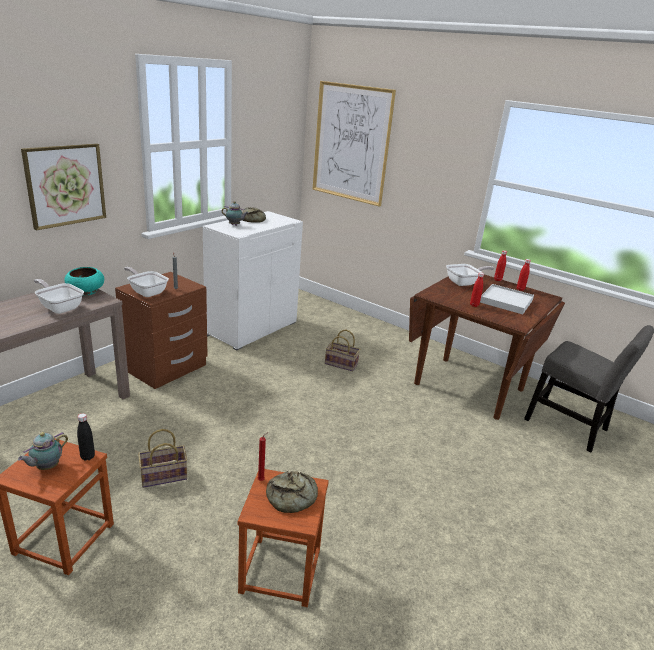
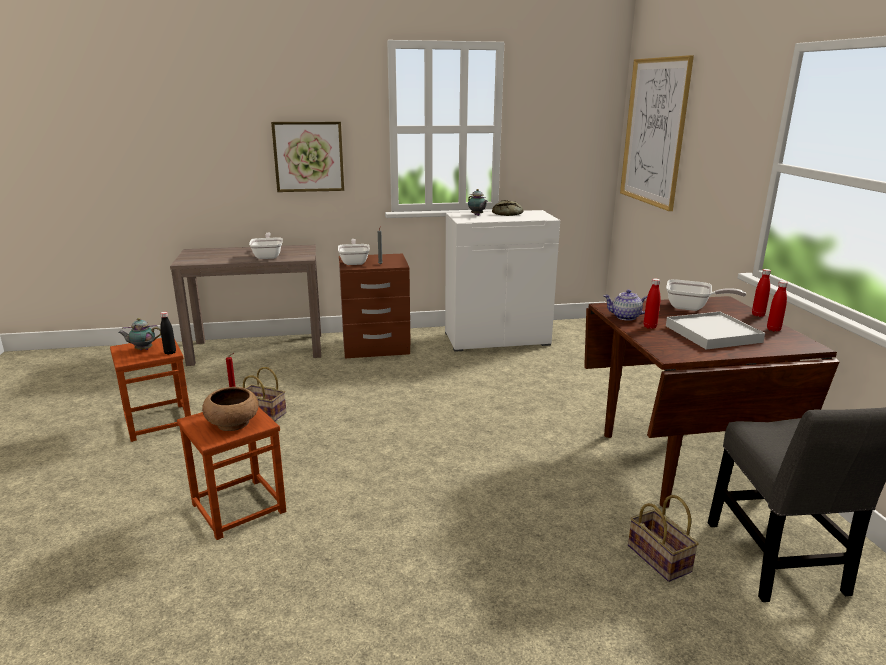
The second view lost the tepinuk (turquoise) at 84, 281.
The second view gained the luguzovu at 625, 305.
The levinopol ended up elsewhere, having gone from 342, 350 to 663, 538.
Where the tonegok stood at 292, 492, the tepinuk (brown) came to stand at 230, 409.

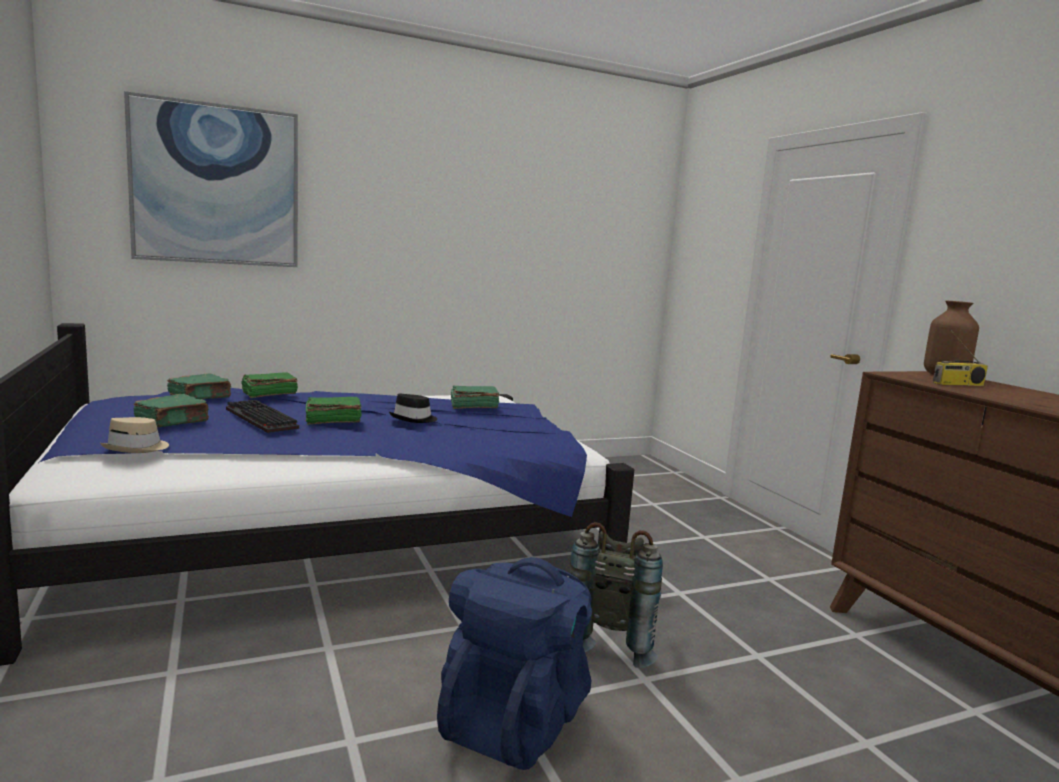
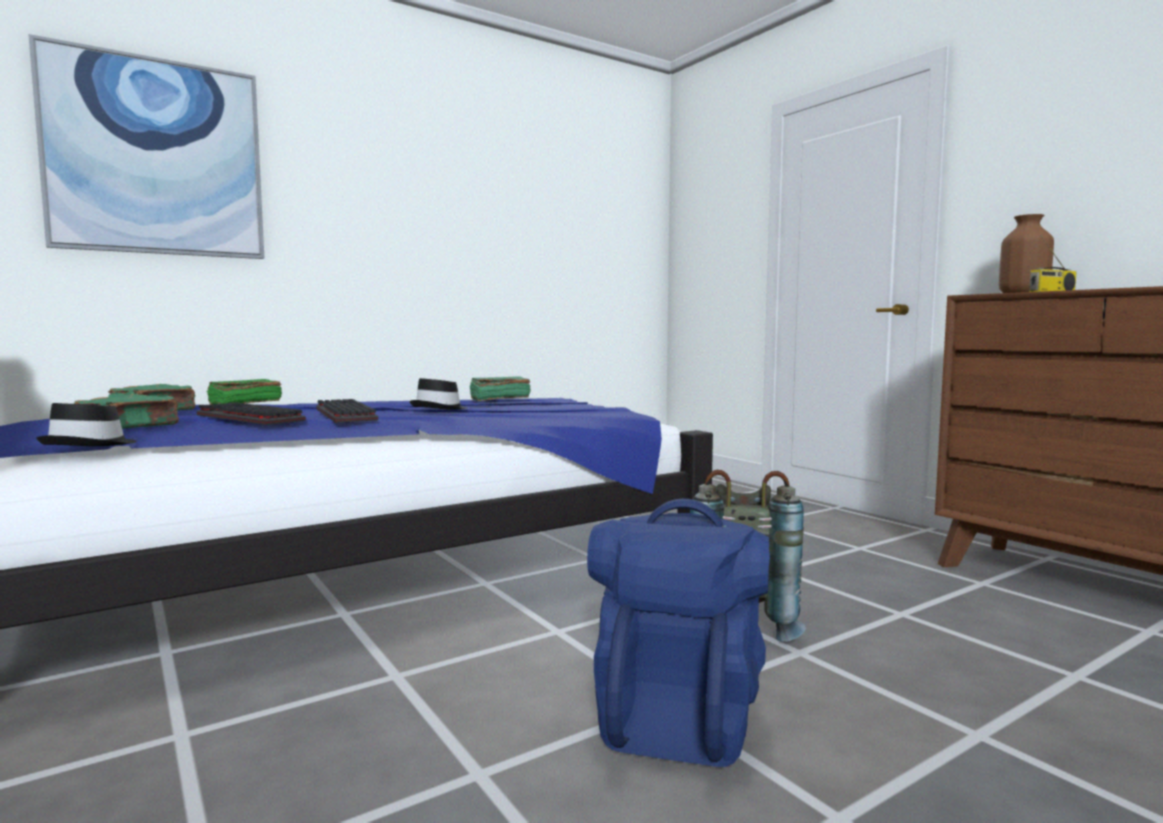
Where the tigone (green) stood at 333, 411, the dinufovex came to stand at 347, 411.
What was the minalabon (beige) at 134, 435 turned into the minalabon (black) at 86, 424.

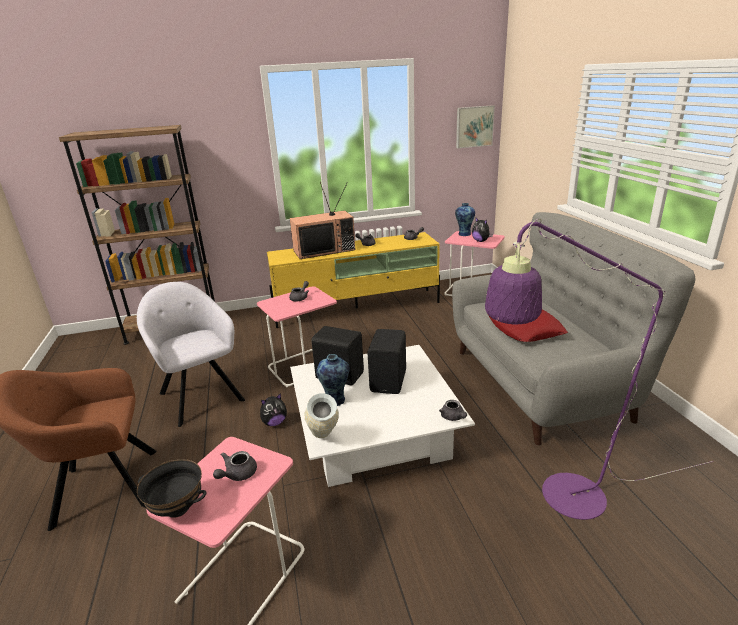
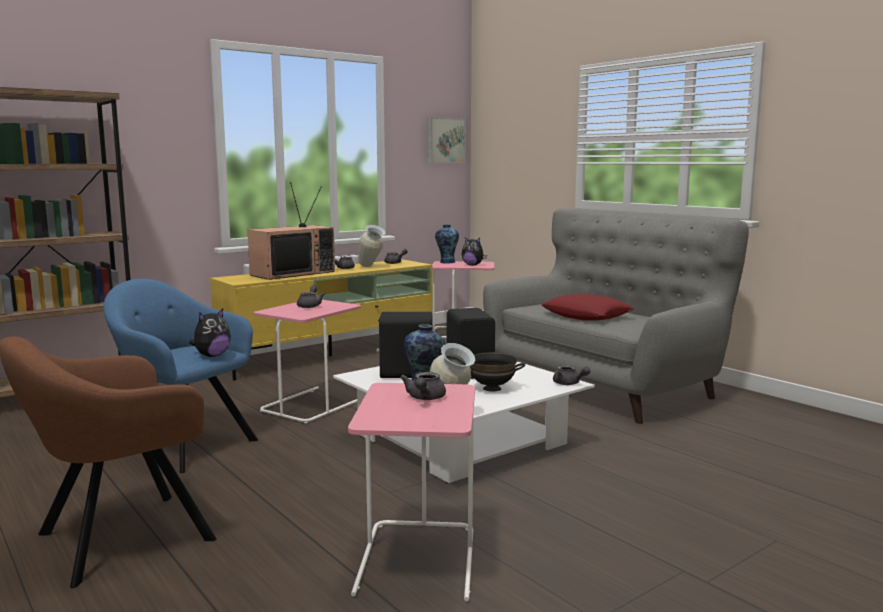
The second view lost the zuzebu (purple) at 599, 369.
The second view gained the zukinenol at 372, 246.
The tepinuk (black) ended up elsewhere, having gone from 172, 488 to 497, 372.
The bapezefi ended up elsewhere, having gone from 273, 409 to 210, 332.
What was the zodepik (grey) at 191, 354 turned into the zodepik (blue) at 180, 376.

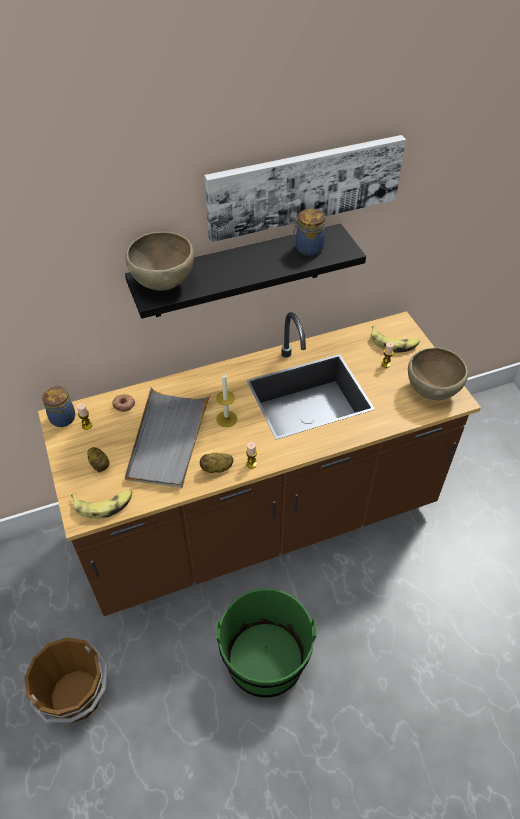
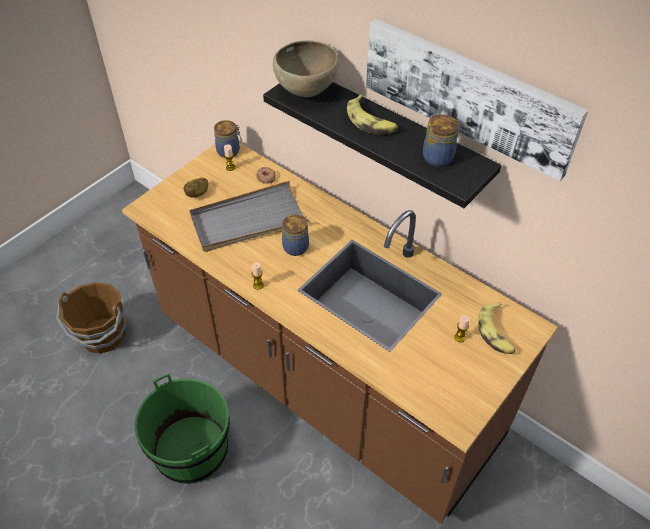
The second view lost the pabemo at 216, 463.
The second view lost the tepinuk (brown) at 438, 373.
The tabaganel ended up elsewhere, having gone from 101, 504 to 372, 114.
Where the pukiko stood at 226, 400, the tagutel came to stand at 295, 235.

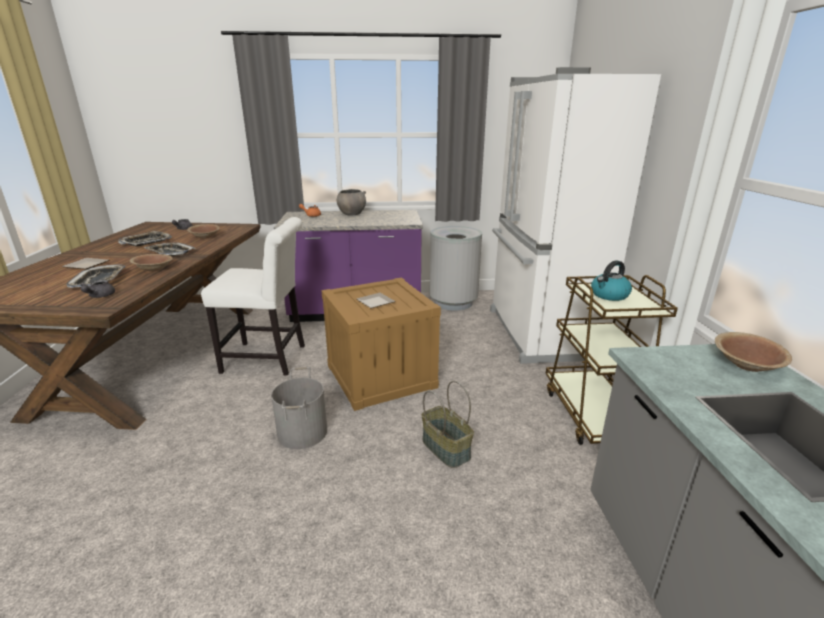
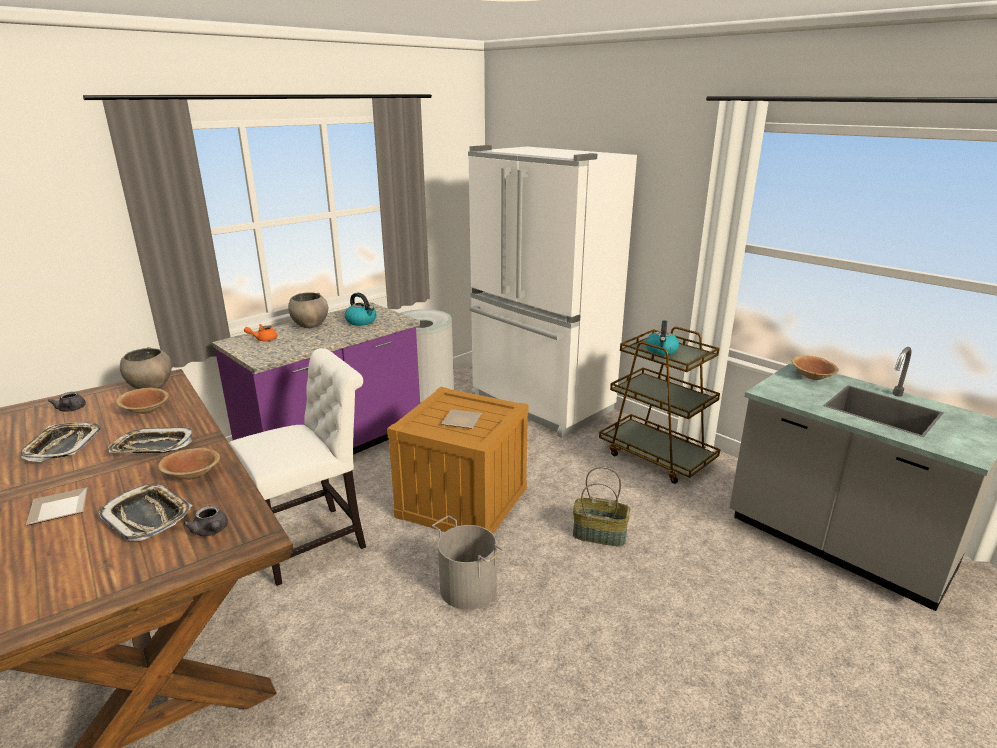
The second view gained the tepinuk (grey) at 146, 368.
The second view gained the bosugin at 360, 309.

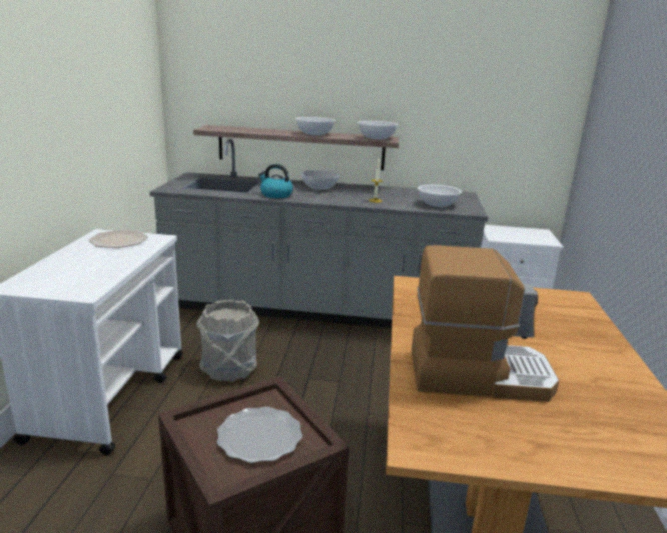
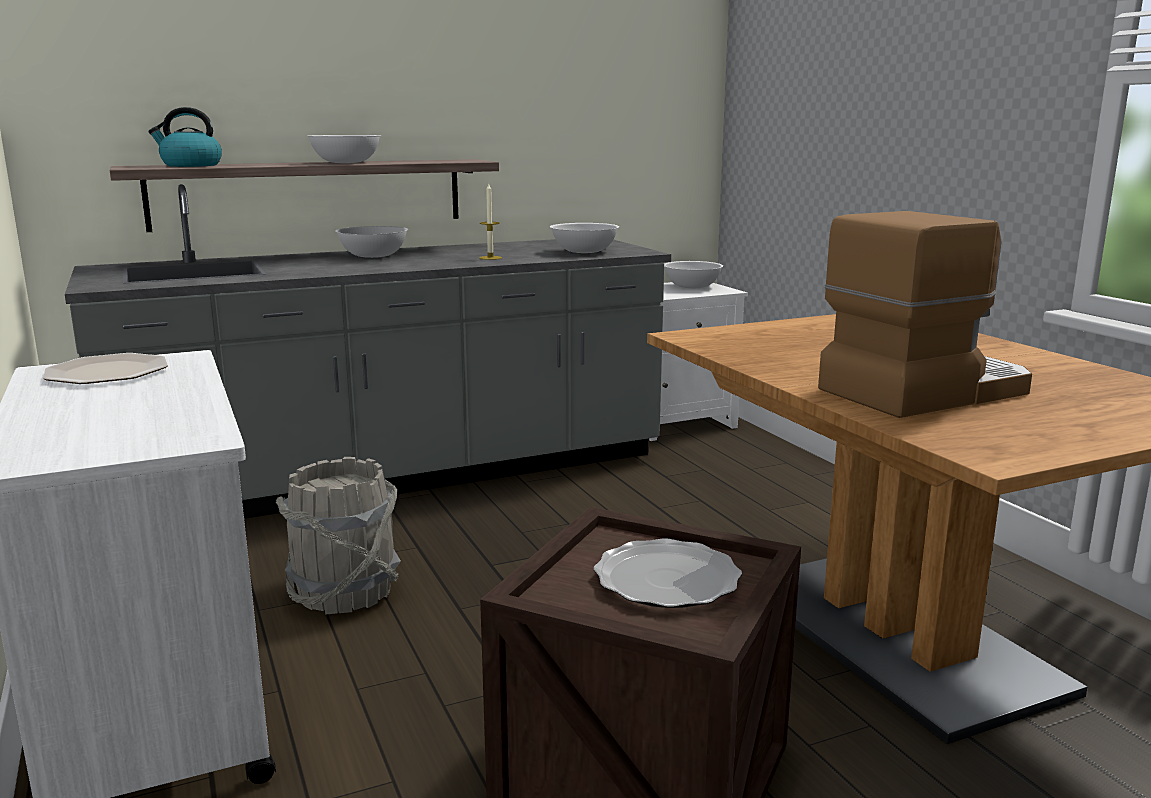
The bosugin ended up elsewhere, having gone from 275, 181 to 185, 137.
The tepinuk (white) ended up elsewhere, having gone from 378, 130 to 693, 274.

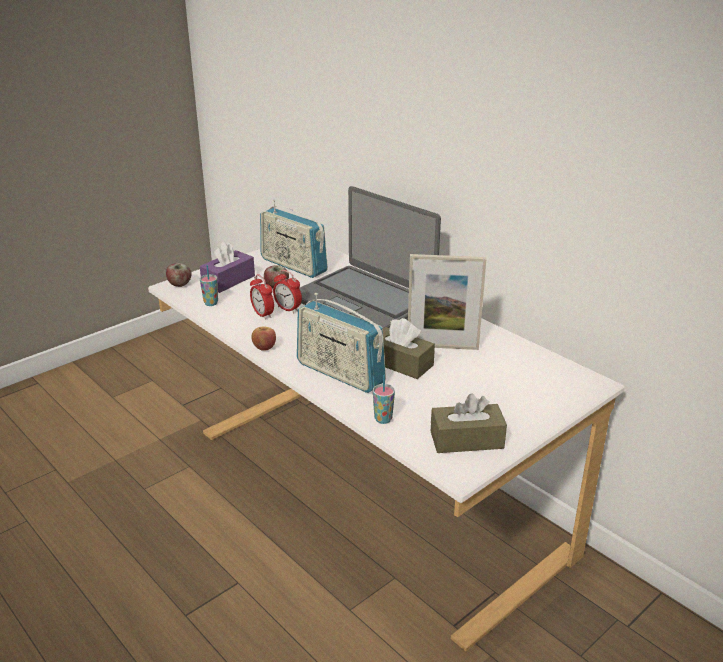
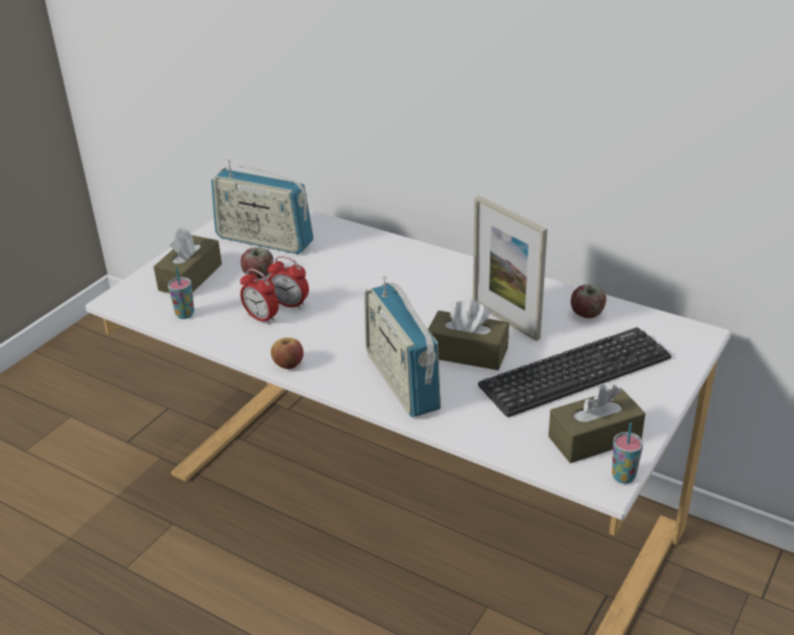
The second view lost the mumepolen at 370, 257.
The second view gained the dinufovex at 574, 372.
The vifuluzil ended up elsewhere, having gone from 179, 275 to 588, 301.
The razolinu ended up elsewhere, having gone from 384, 399 to 627, 453.
What was the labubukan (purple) at 227, 267 turned into the labubukan (brown) at 188, 260.
The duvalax at 341, 343 ended up facing another way, 45 degrees clockwise from before.
The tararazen at 447, 302 ended up facing another way, 60 degrees clockwise from before.

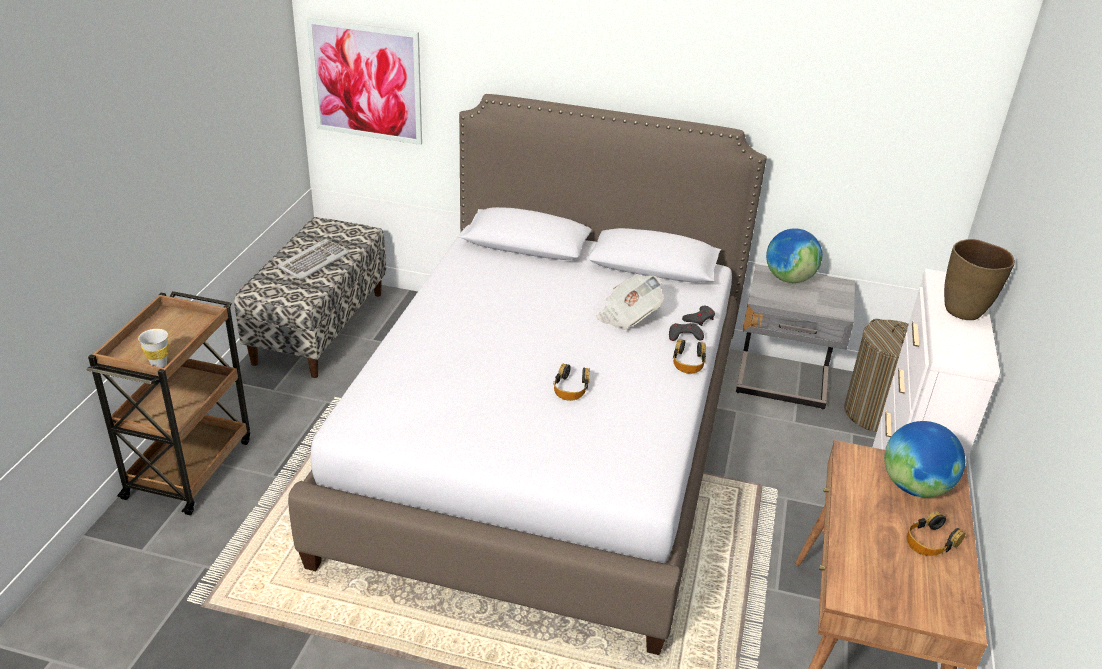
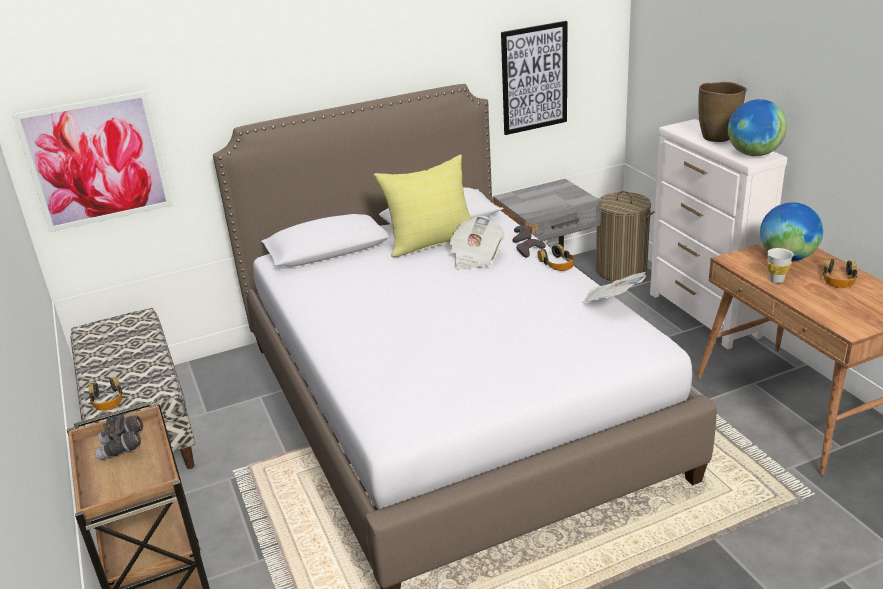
The second view lost the dinufovex at 313, 259.
The second view gained the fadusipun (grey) at 119, 437.
The second view gained the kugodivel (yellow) at 423, 205.
The second view gained the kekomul at 534, 78.
The second view gained the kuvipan at 614, 287.
The razolinu (white) ended up elsewhere, having gone from 153, 348 to 780, 265.
The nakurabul ended up elsewhere, having gone from 572, 382 to 106, 394.
The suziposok ended up elsewhere, having gone from 794, 255 to 757, 127.

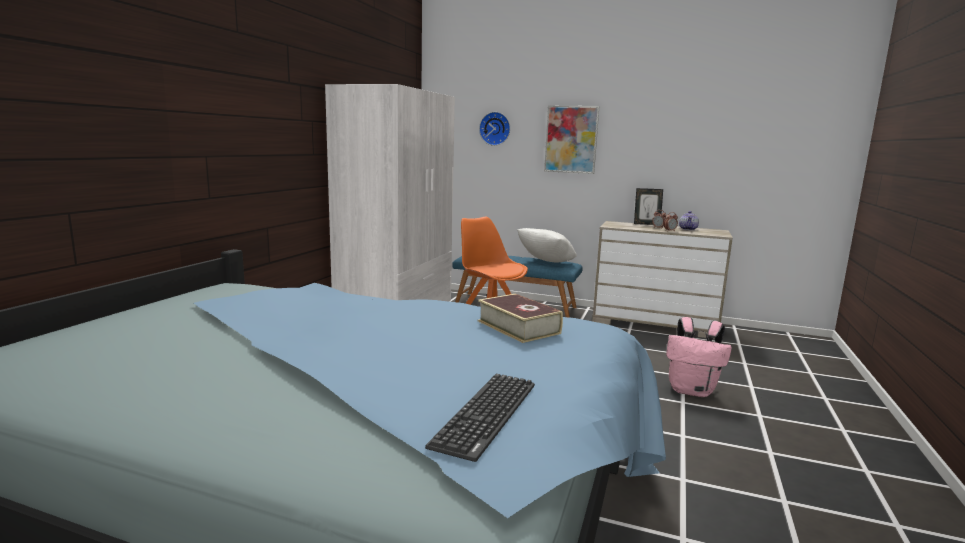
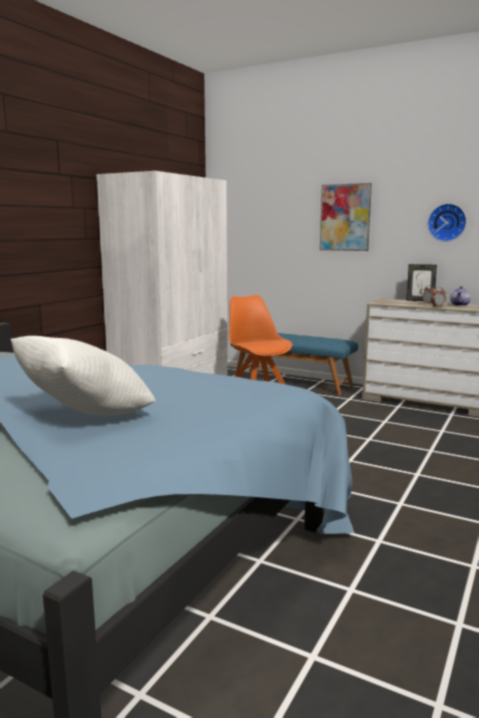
The second view lost the dinufovex at 480, 418.
The second view lost the tigone at 520, 318.
The second view lost the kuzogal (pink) at 699, 357.
The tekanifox ended up elsewhere, having gone from 494, 129 to 447, 222.
The kugodivel (white) ended up elsewhere, having gone from 547, 245 to 83, 376.

